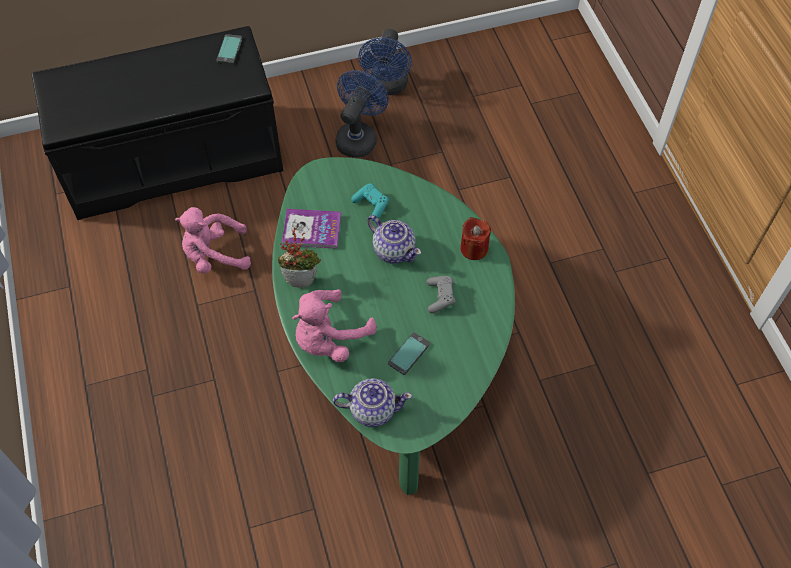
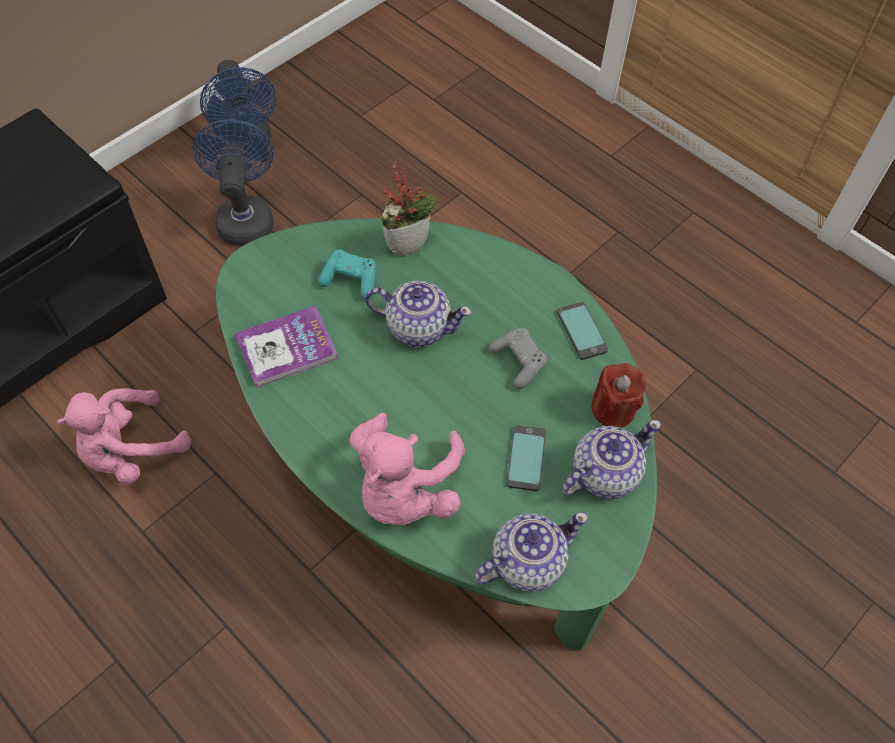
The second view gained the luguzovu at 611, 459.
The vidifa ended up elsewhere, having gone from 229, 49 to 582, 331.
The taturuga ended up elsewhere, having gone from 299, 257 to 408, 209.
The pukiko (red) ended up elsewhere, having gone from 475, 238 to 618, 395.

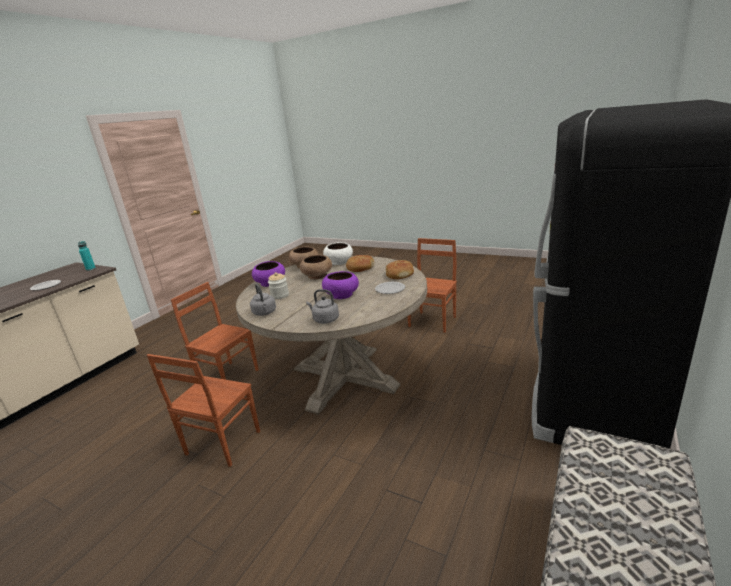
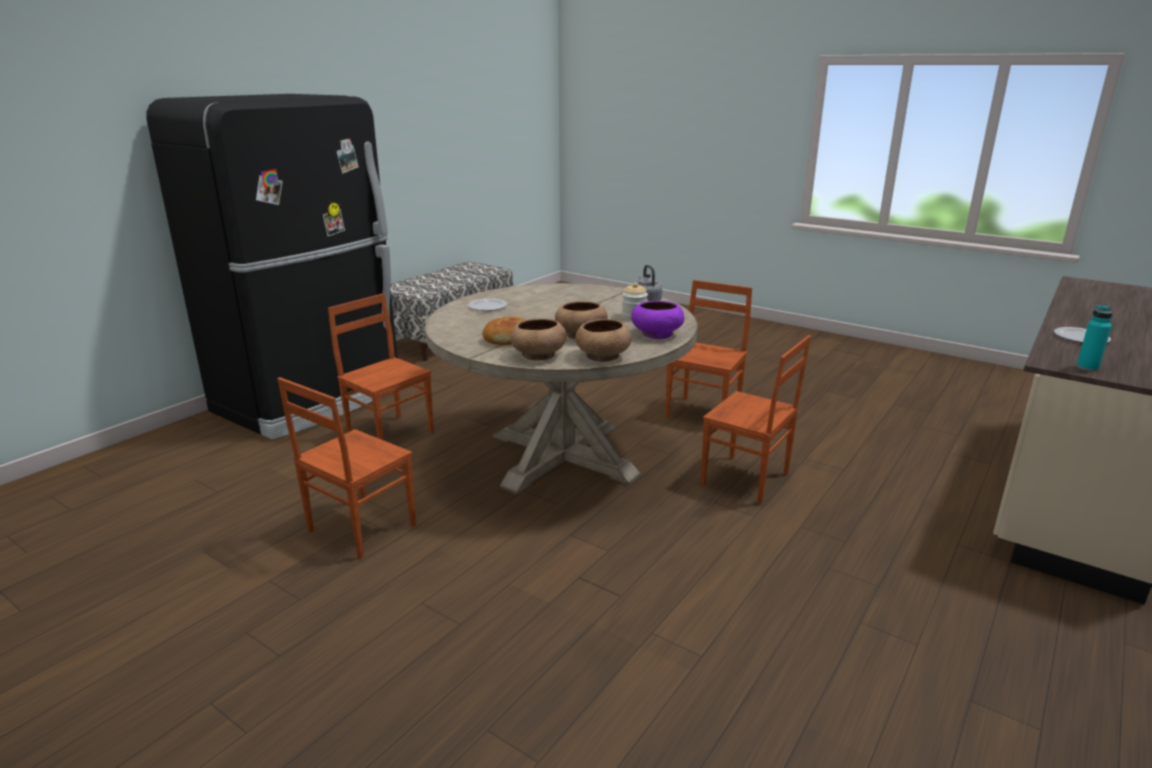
The second view lost the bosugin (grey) at 322, 306.
The second view lost the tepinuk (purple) at 340, 285.
The second view lost the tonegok at 400, 269.
The second view gained the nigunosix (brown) at 381, 366.
What was the tepinuk (white) at 338, 253 turned into the tepinuk (brown) at 538, 339.

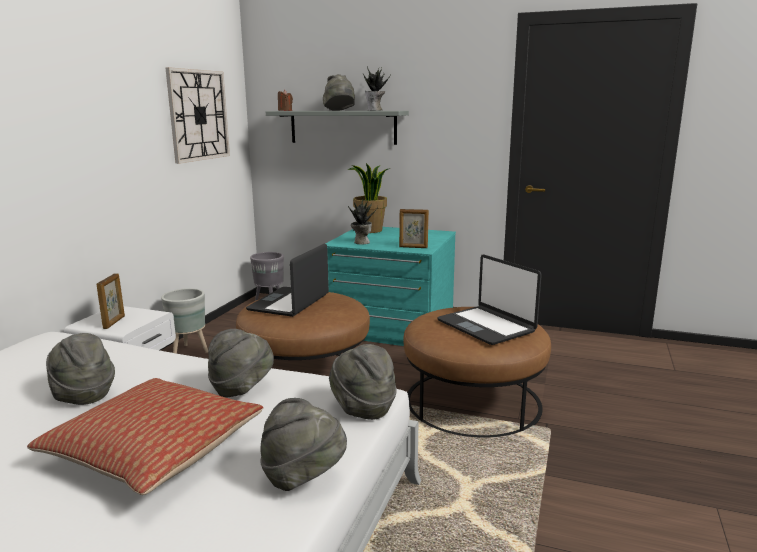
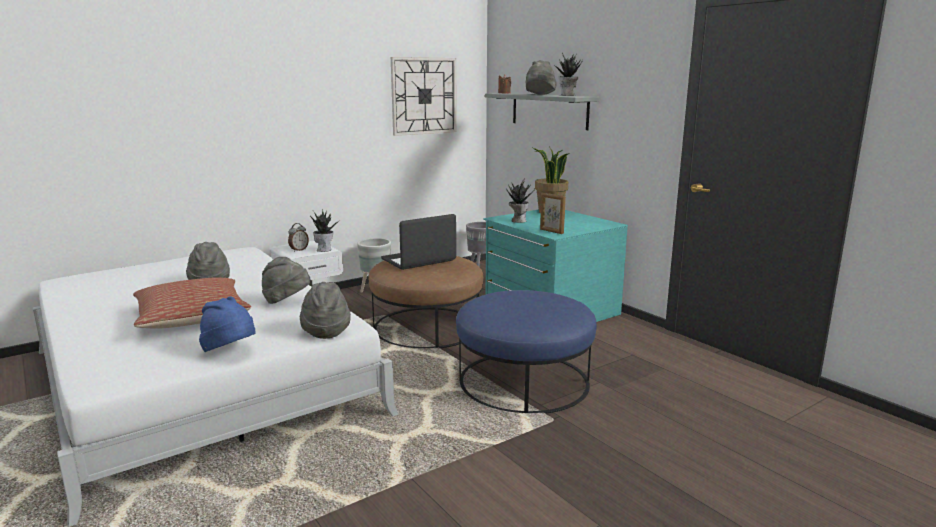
The second view lost the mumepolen at 489, 299.
The second view gained the taturuga at 325, 231.
Where the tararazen stood at 111, 301, the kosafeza came to stand at 298, 237.
What was the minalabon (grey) at 303, 444 turned into the minalabon (blue) at 227, 324.
What was the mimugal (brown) at 477, 372 turned into the mimugal (blue) at 526, 352.

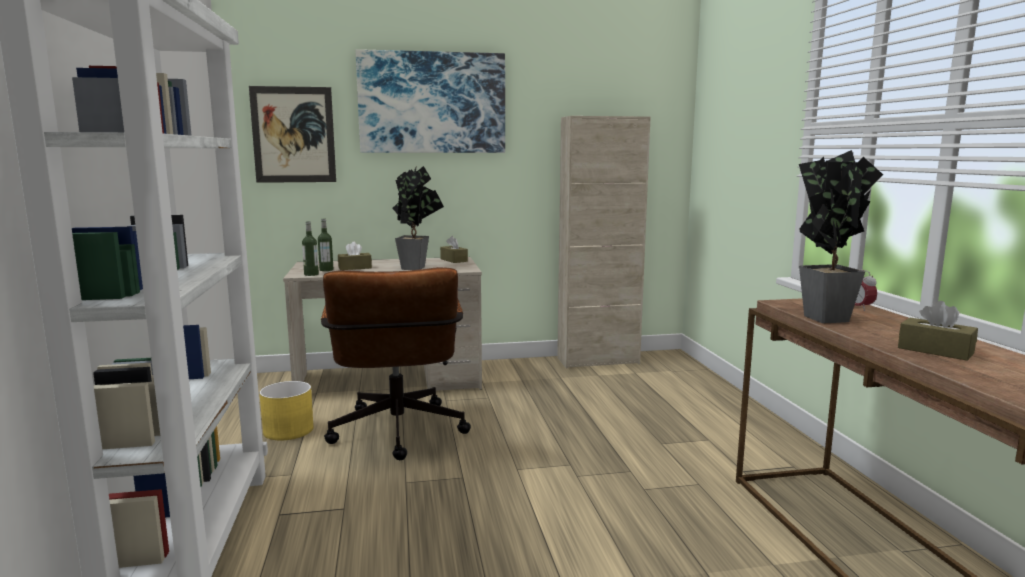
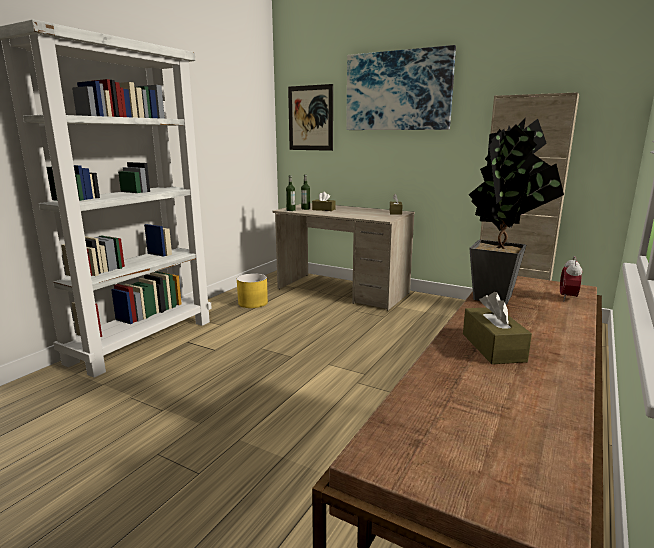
The second view lost the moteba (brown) at 396, 363.
The second view lost the taturuga at 418, 218.

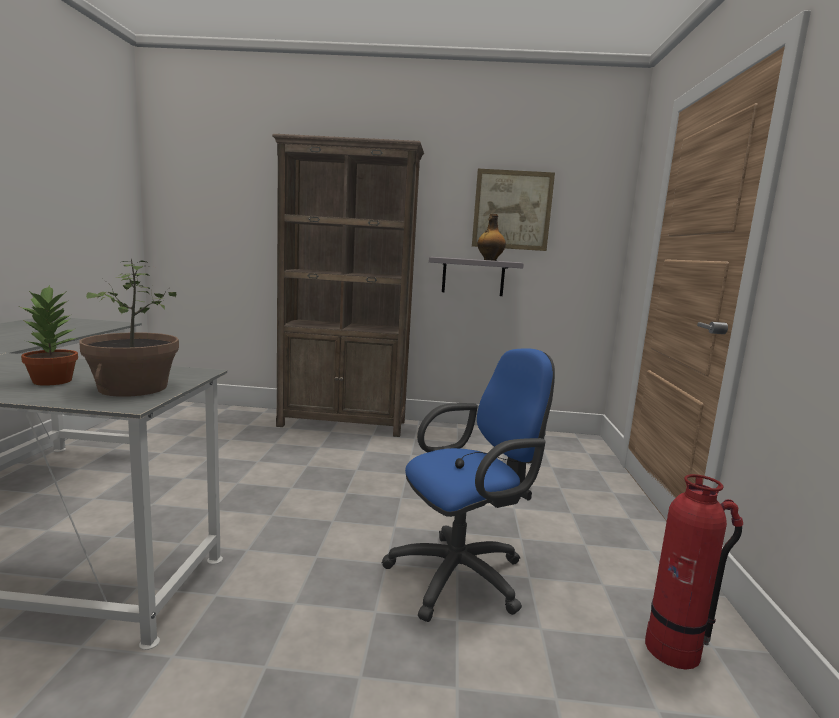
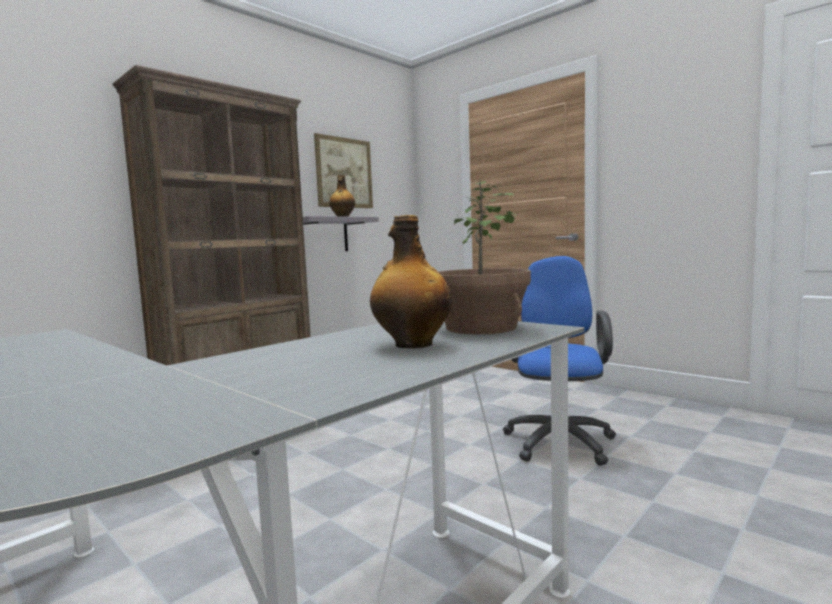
The second view lost the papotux at 694, 571.
Where the taturuga stood at 49, 335, the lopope came to stand at 411, 281.

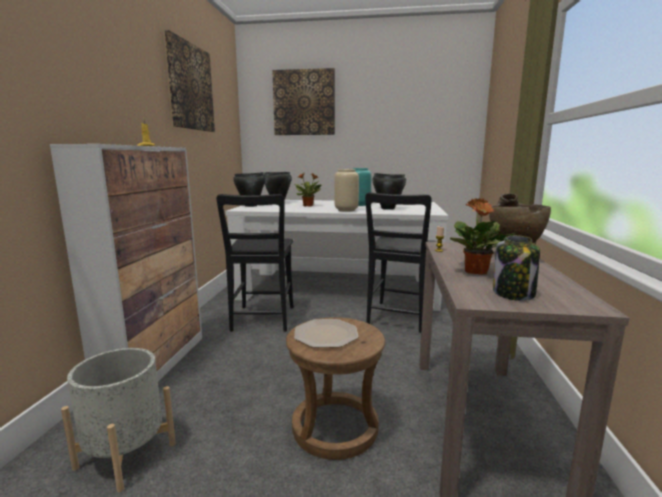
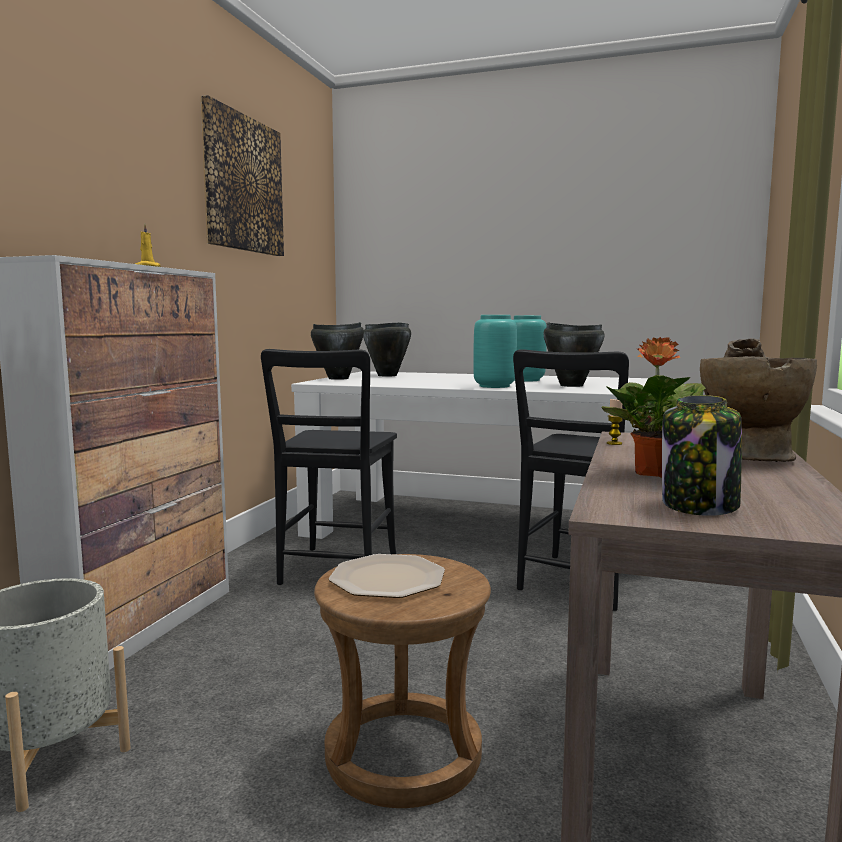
The second view lost the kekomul at 303, 101.
The second view lost the taturuga at 308, 190.
What was the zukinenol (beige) at 346, 190 turned into the zukinenol (turquoise) at 495, 351.

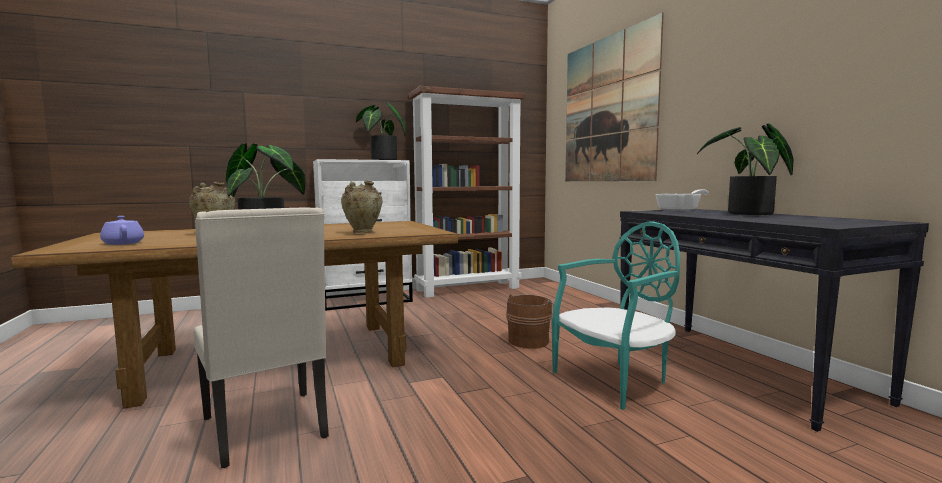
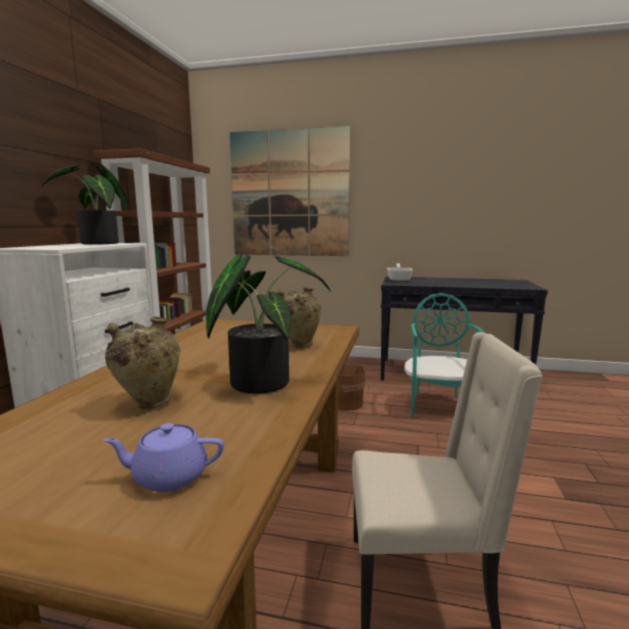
The second view lost the taturuga at 745, 169.

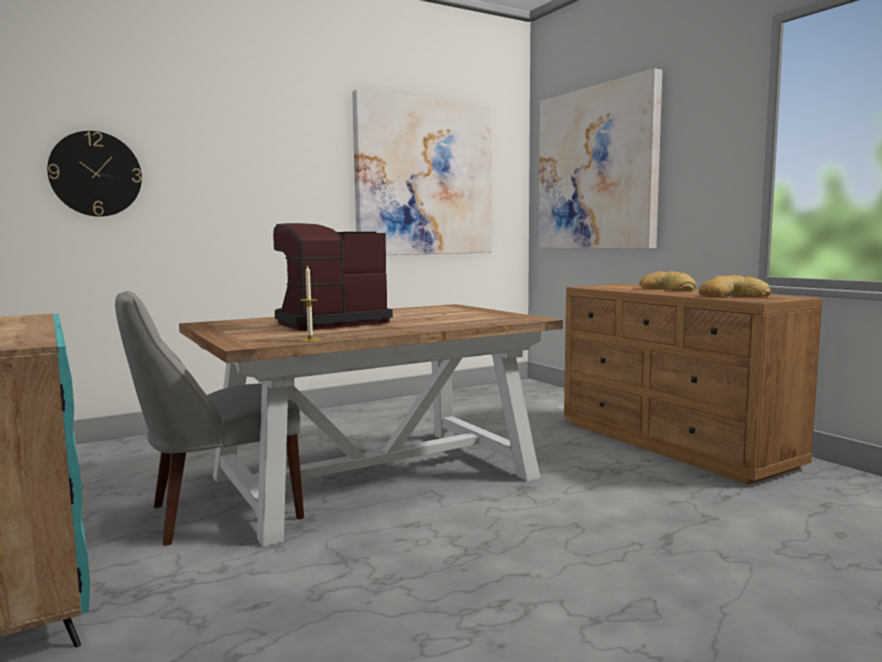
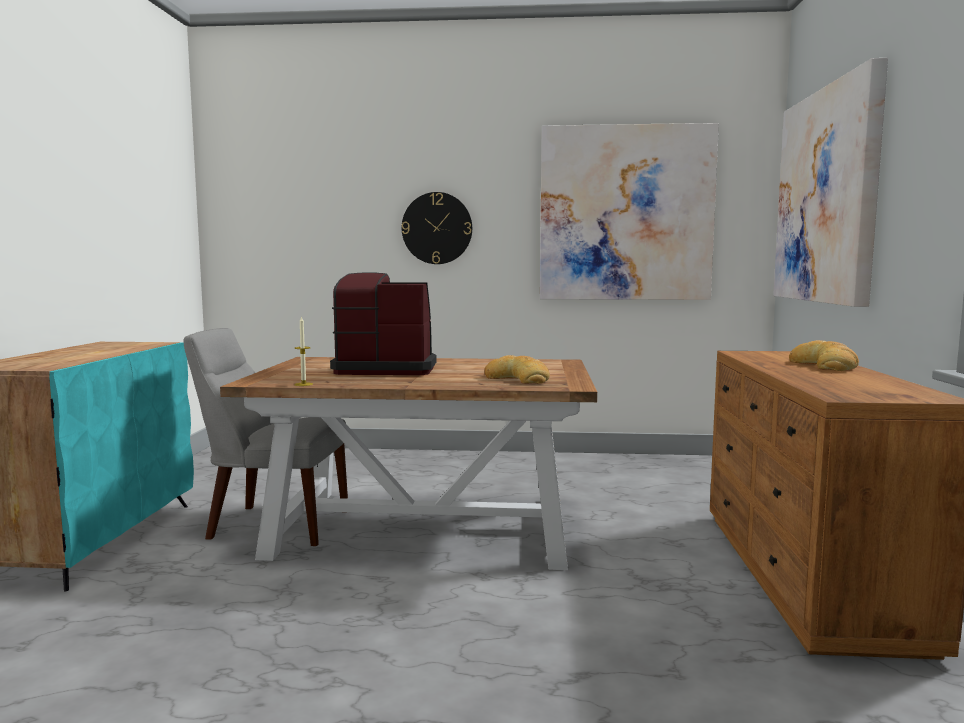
The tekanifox ended up elsewhere, having gone from 94, 174 to 437, 228.
The tonegok ended up elsewhere, having gone from 735, 286 to 517, 369.

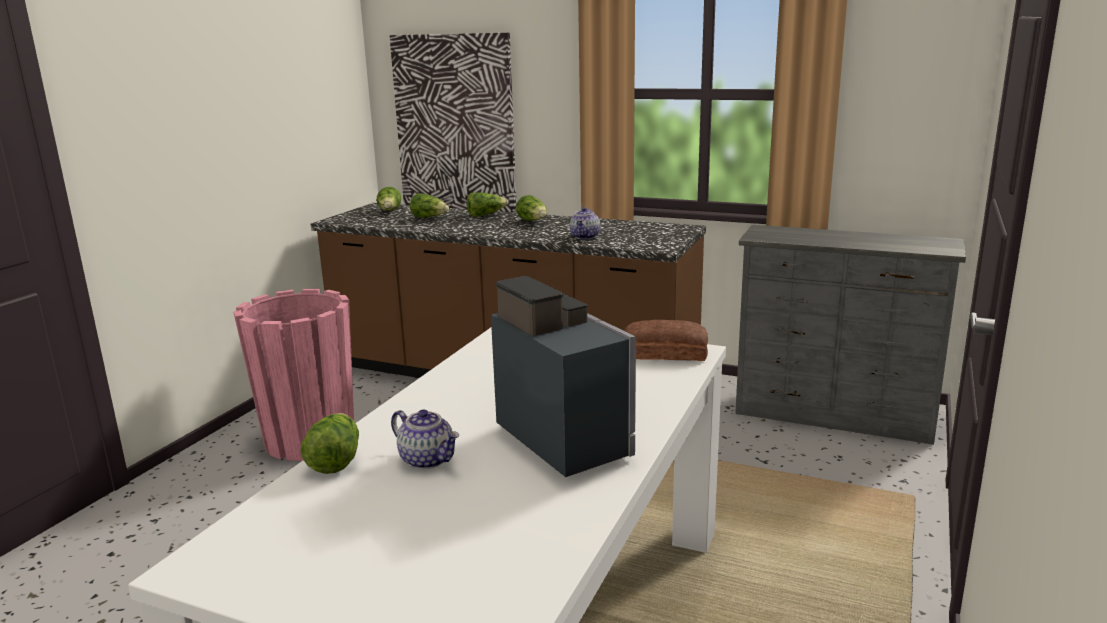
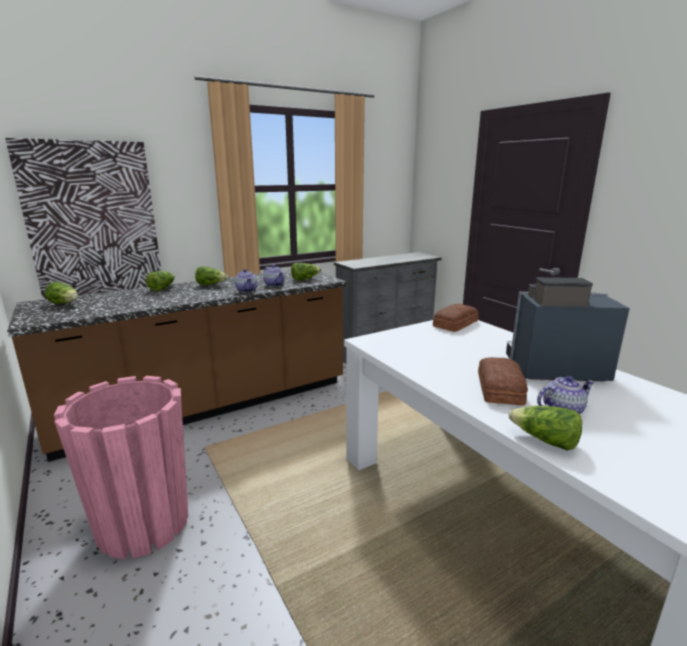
The second view gained the luguzovu at 245, 280.
The second view gained the tonegok at 503, 381.
The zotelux ended up elsewhere, having gone from 429, 205 to 306, 272.

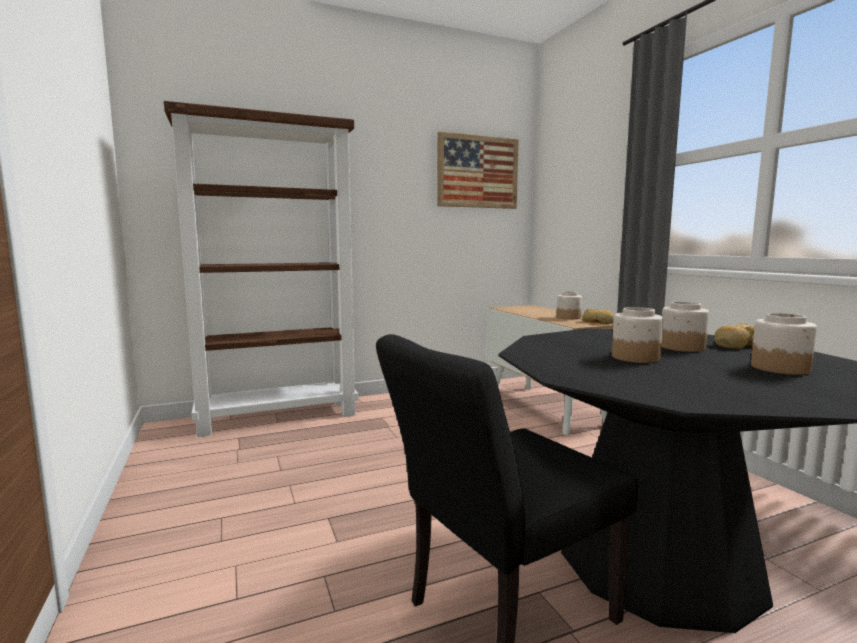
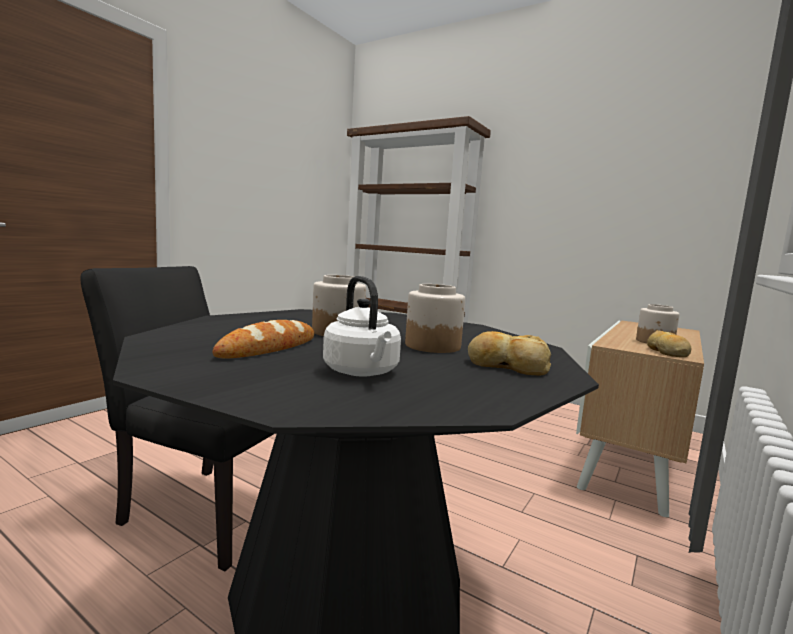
The second view lost the kekomul at 478, 170.
The second view gained the tonegok at 263, 339.
Where the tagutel stood at 784, 344, the bosugin (white) came to stand at 362, 326.

